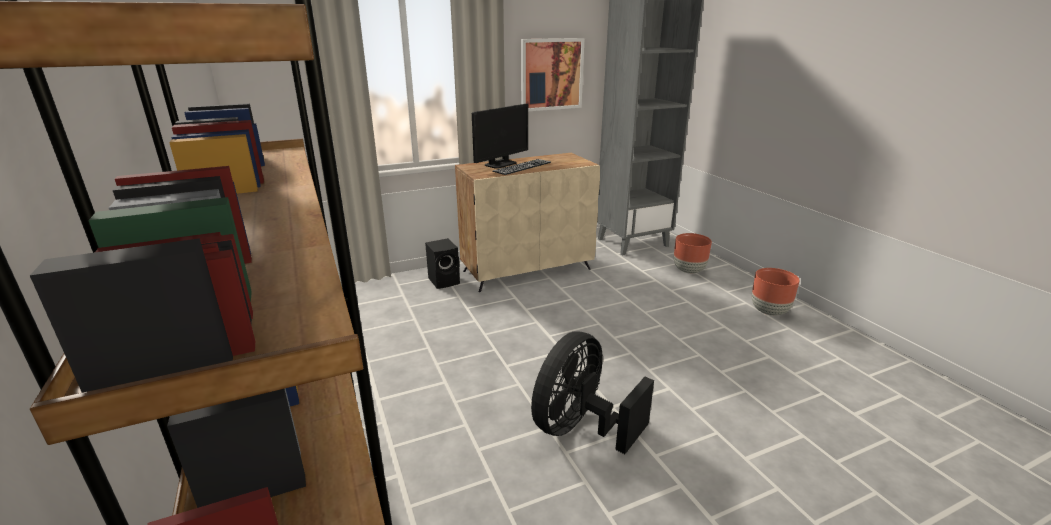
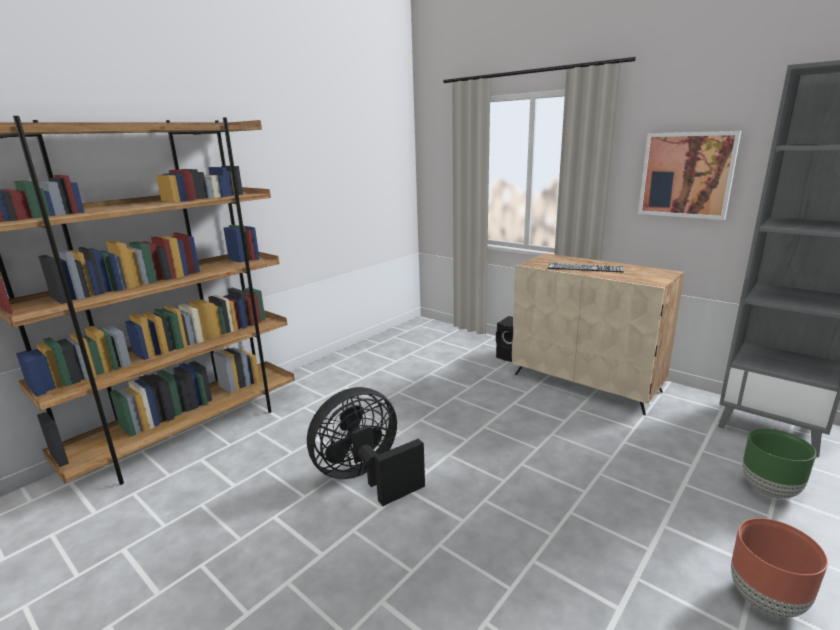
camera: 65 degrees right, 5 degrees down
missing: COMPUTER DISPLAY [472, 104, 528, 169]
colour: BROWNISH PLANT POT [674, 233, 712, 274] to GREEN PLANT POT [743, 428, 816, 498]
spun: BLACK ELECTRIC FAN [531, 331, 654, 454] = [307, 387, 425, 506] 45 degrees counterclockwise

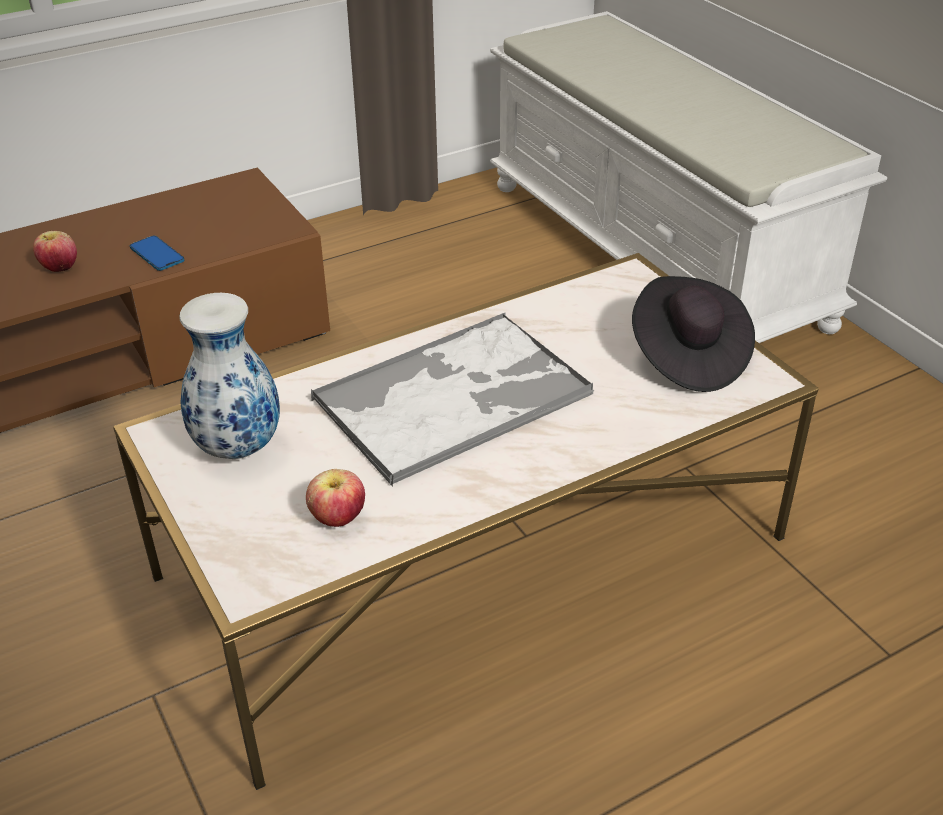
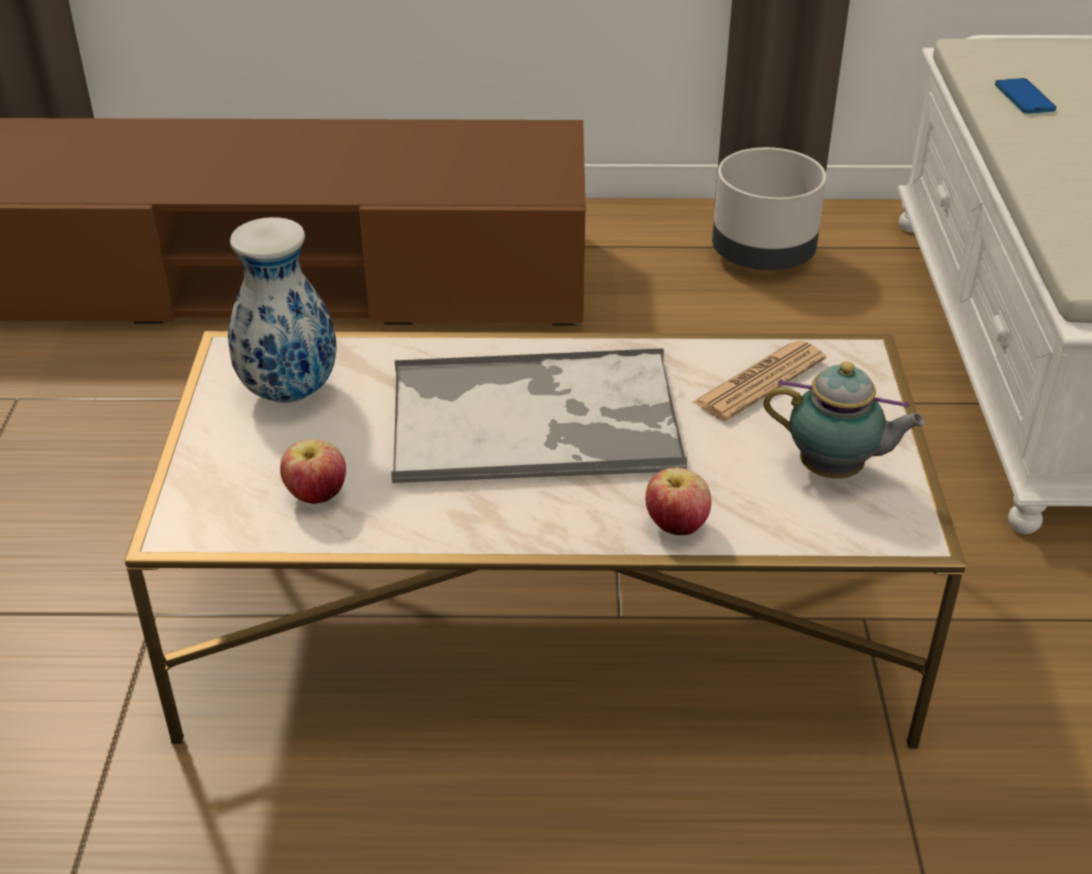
camera: 30 degrees right, 0 degrees up
appeared: GREYISH PLANT POT [712, 147, 827, 270]; NEWSPAPER [693, 340, 826, 421]
relocated: APPLE FRUIT [33, 231, 77, 272] to [645, 467, 711, 535]; HANDSET [130, 236, 184, 271] to [995, 78, 1056, 114]
exchanged: BLACK CLOTHING HAT [632, 276, 755, 392] to TEAPOT [763, 362, 925, 478]

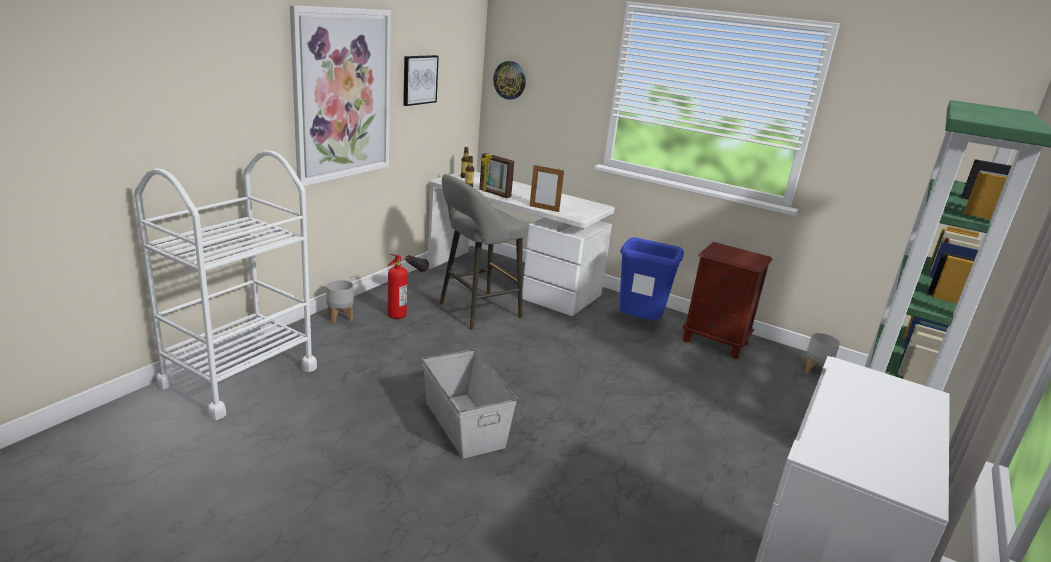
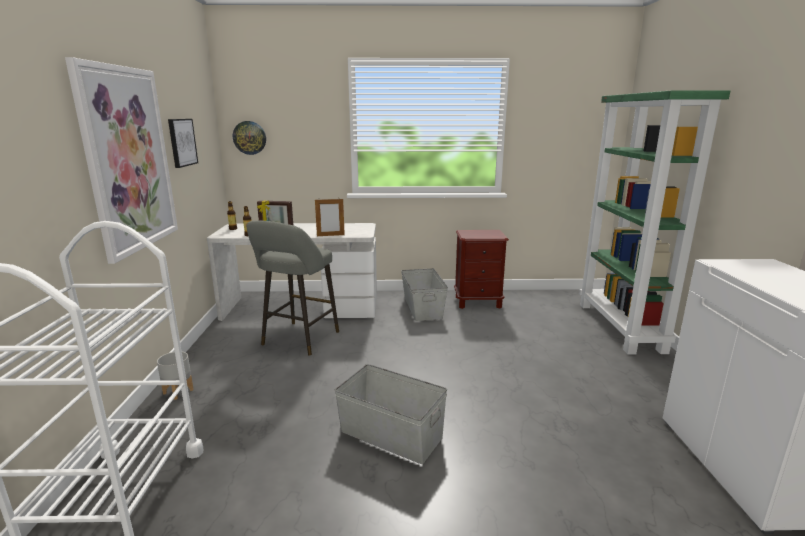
camera: 30 degrees left, 5 degrees down
missing: FIRE EXTINGUISHER [388, 254, 429, 319]; GREYISH PLANT POT [805, 333, 840, 373]
exchanged: BLUE WASTE BIN [619, 237, 684, 321] to GREYISH STORAGE BOX [401, 268, 448, 321]

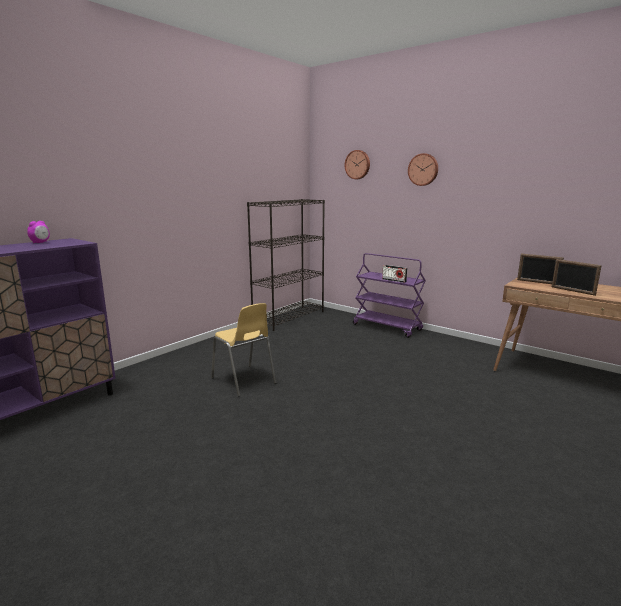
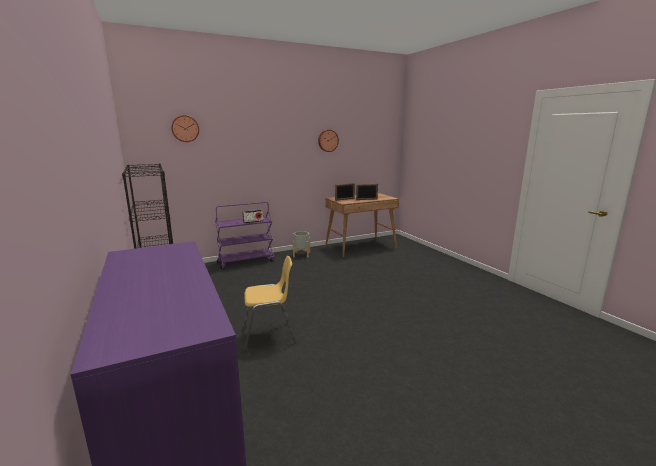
camera: 65 degrees left, 0 degrees up
missing: TABLE CLOCK [27, 221, 50, 243]
appeared: GREYISH PLANT POT [293, 231, 310, 258]
relocated: CLOCK ON THE WALL [408, 153, 438, 186] to [318, 130, 339, 152]

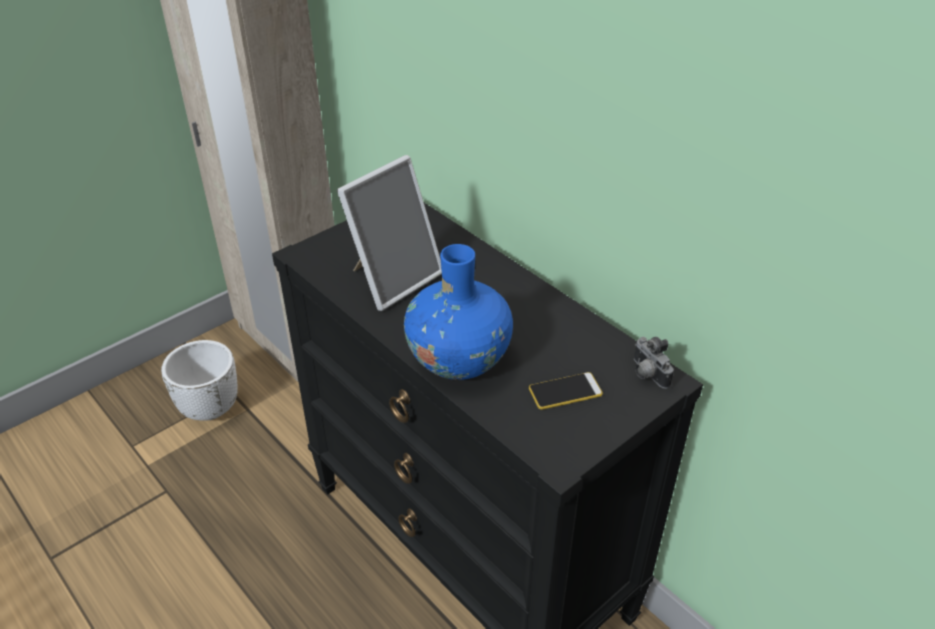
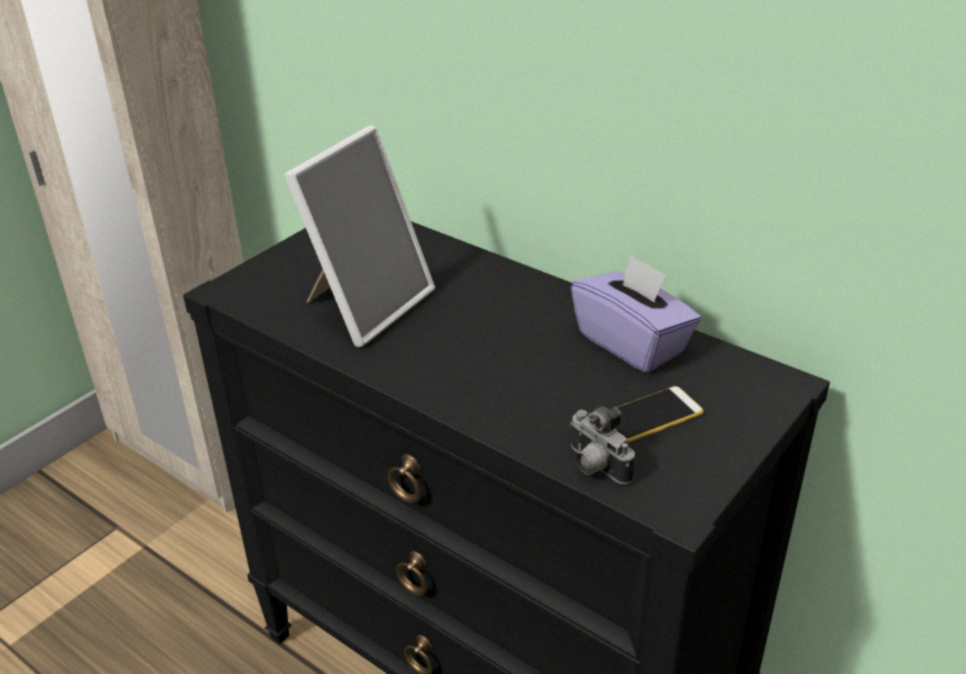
camera: 10 degrees left, 5 degrees down
missing: BLUE FLOWER VASE [404, 244, 513, 380]; WHITISH PLANT POT [161, 340, 238, 421]
appeared: PURPLE-COLOURED TISSUE BOX [571, 254, 701, 373]
relocated: STILL CAMERA [634, 337, 674, 389] to [570, 406, 635, 485]

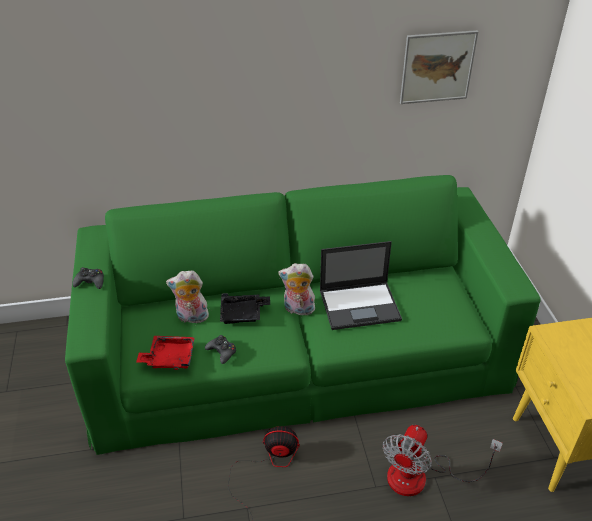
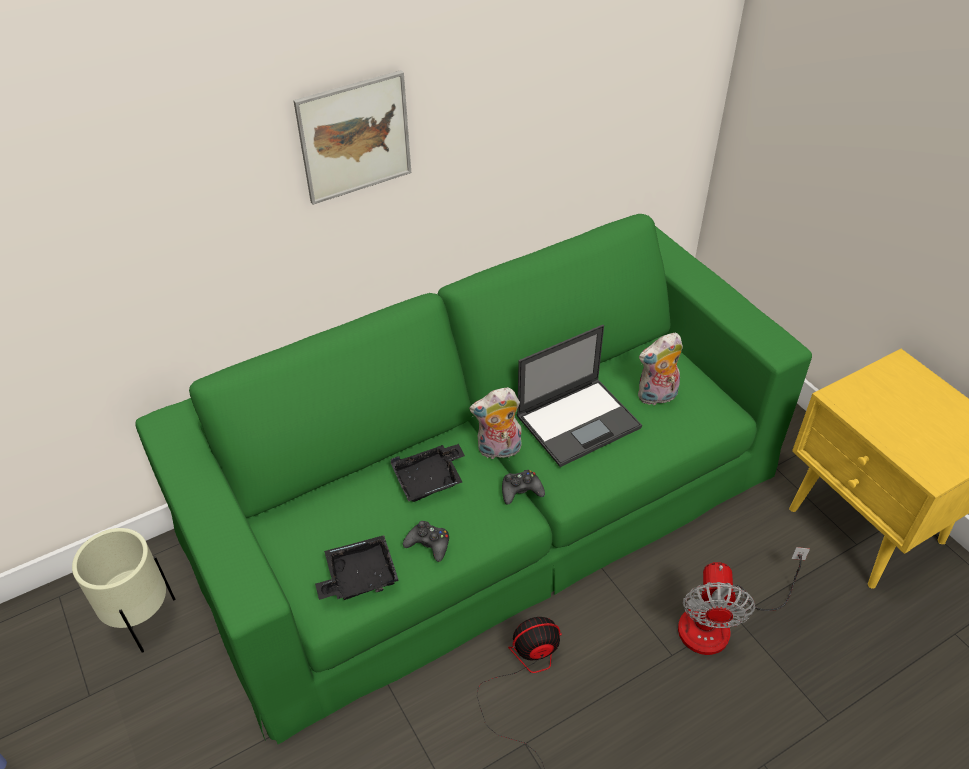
camera: 20 degrees left, 5 degrees up
appeared: BEIGE-COLOURED PLANT POT [72, 528, 176, 653]
relocated: PICTURE [400, 30, 478, 104] to [293, 70, 411, 205]; BLACK GAME CONTROLLER [72, 267, 104, 289] to [502, 470, 545, 504]; PLUSH TOY [166, 270, 209, 323] to [638, 333, 683, 405]
colour: REDDISH CARRYING TRAY [136, 336, 195, 370] to BLACK CARRYING TRAY [315, 535, 399, 600]

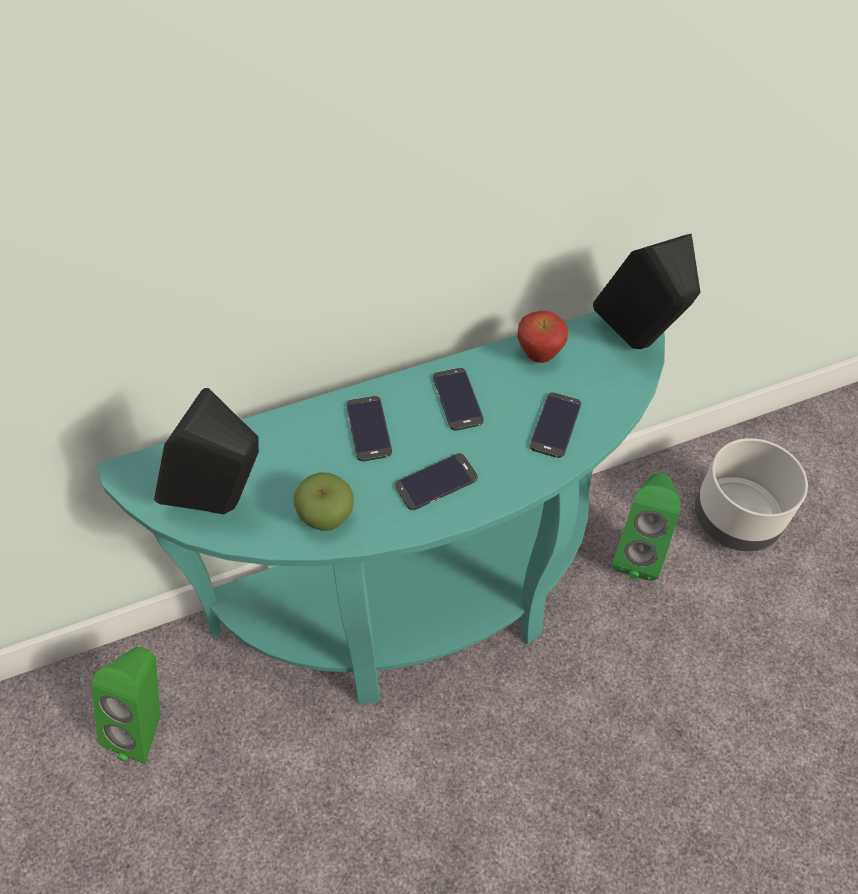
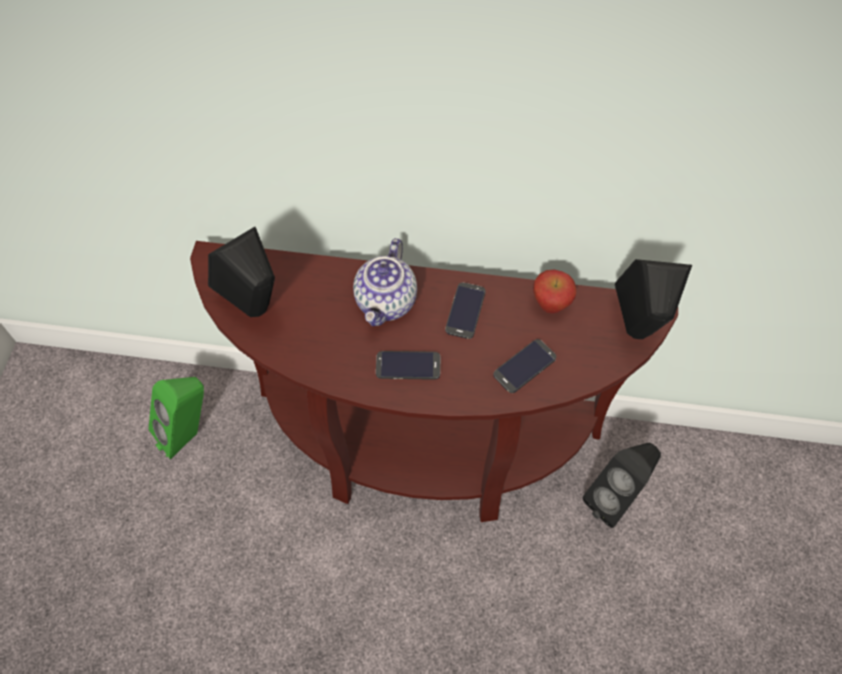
camera: 30 degrees right, 5 degrees up
missing: GREYISH PLANT POT [695, 438, 808, 551]; APPLE FRUIT [294, 473, 354, 531]
exchanged: HANDSET [347, 396, 392, 461] to TEAPOT [353, 238, 417, 326]
colour: TURQUOISE CONSOLE TABLE [97, 312, 665, 704] to BROWNISH CONSOLE TABLE [190, 241, 678, 522]; GREEN SPEAKER [612, 473, 681, 580] to BLACK SPEAKER [583, 442, 661, 528]

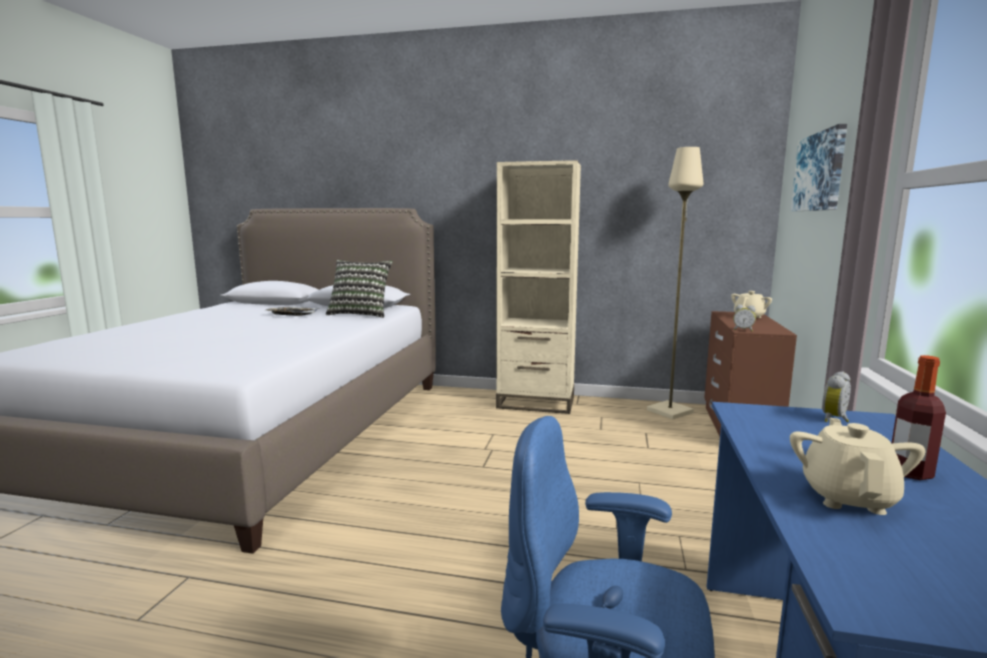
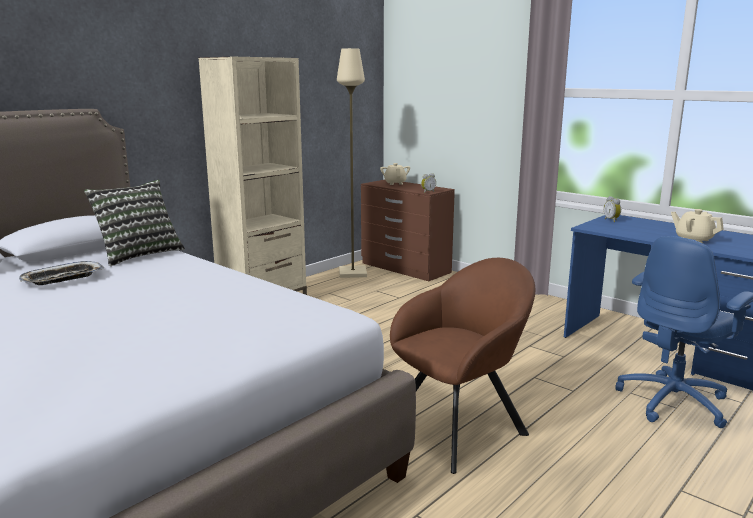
camera: 60 degrees left, 5 degrees up
missing: PICTURE [791, 124, 847, 211]; BEVERAGE BOTTLE [891, 355, 946, 480]
appeared: BROWNISH LOUNGE CHAIR [390, 258, 536, 474]

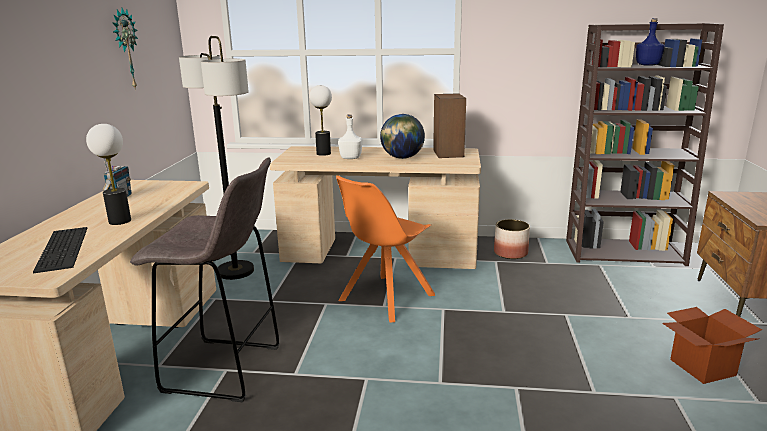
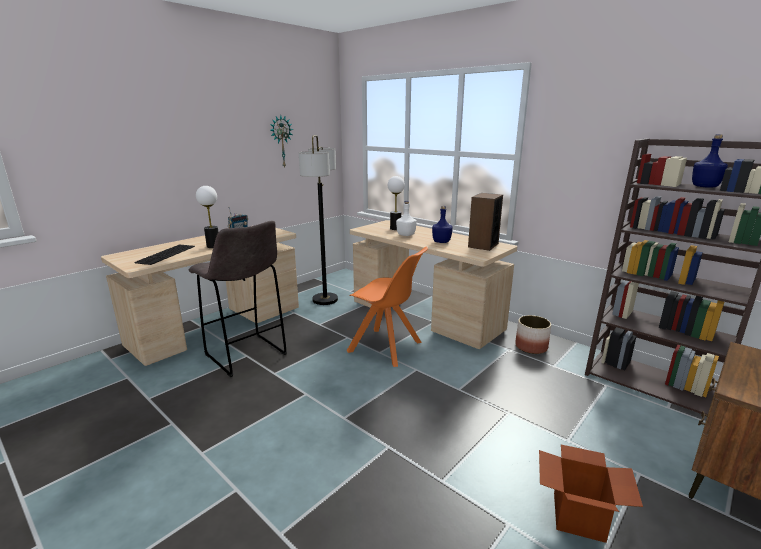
camera: 35 degrees right, 0 degrees up
exchanged: DESK GLOBE [380, 114, 425, 159] to BLUE BEVERAGE BOTTLE [432, 206, 453, 243]
spun: ORANGEY PLAIN CHAIR [336, 175, 435, 323] = [347, 247, 428, 367] 135 degrees counterclockwise

